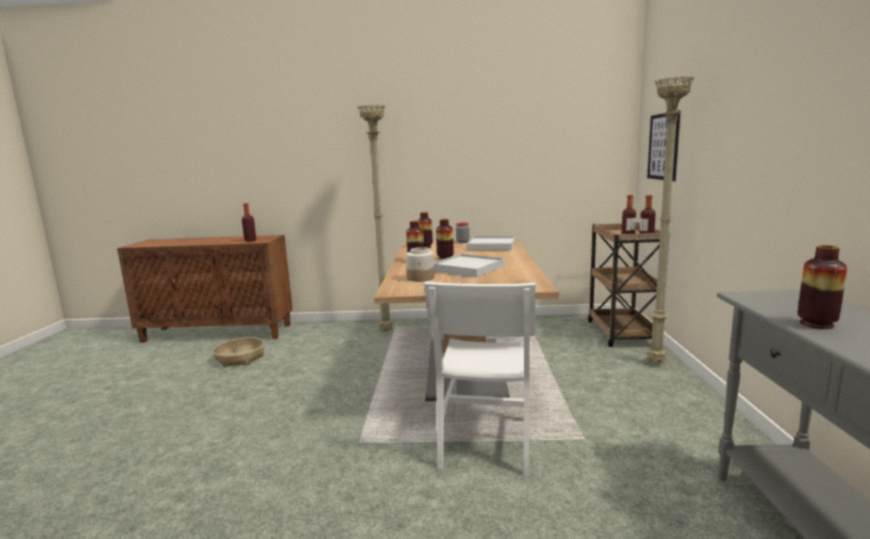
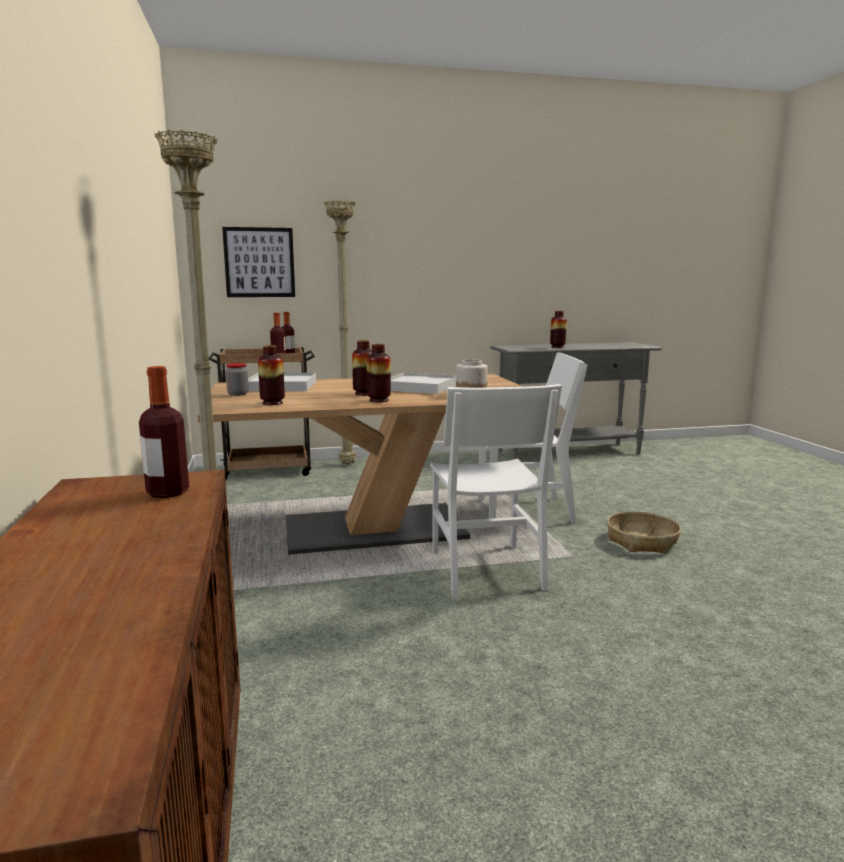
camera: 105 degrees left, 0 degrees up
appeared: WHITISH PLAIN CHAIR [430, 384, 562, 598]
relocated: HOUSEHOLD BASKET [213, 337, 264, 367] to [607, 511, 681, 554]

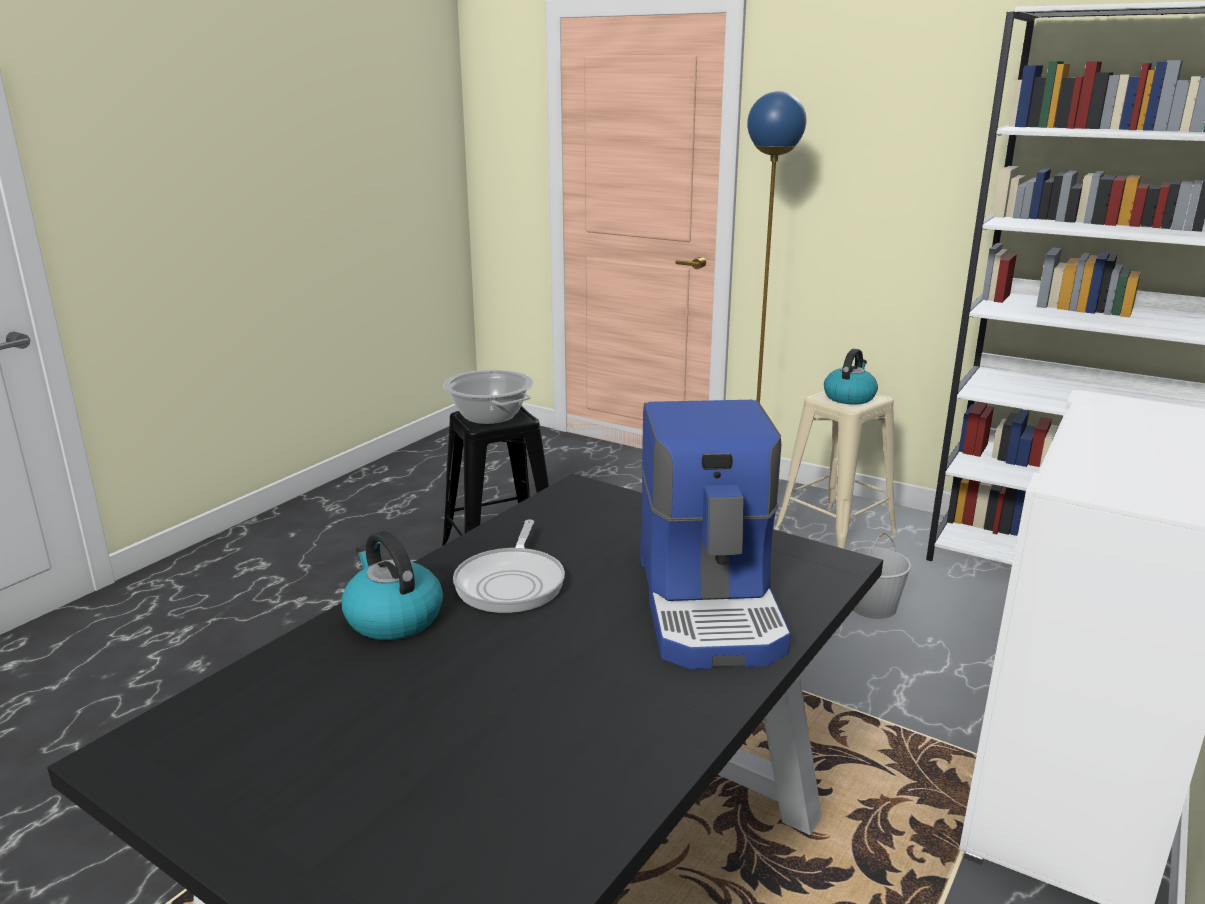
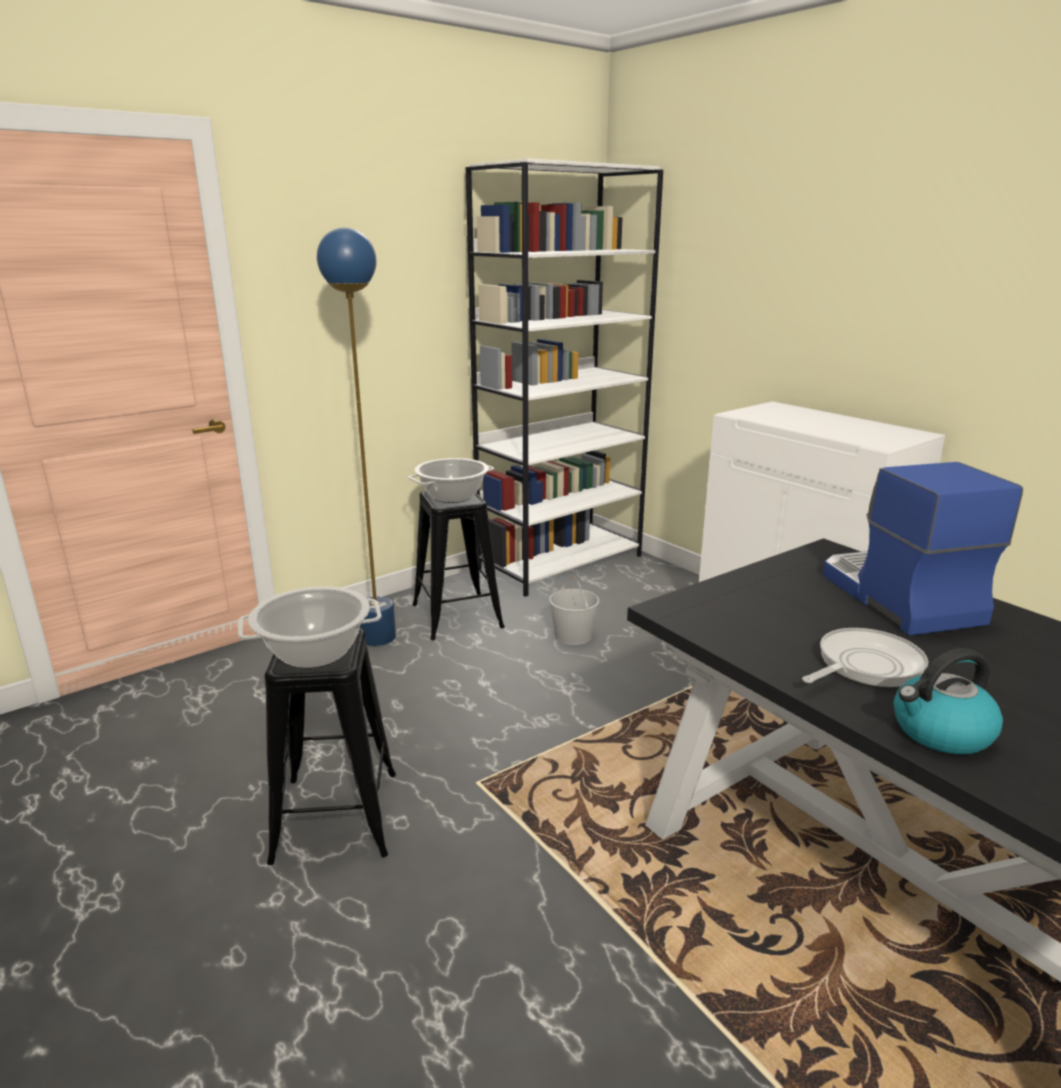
camera: 70 degrees left, 0 degrees up
exchanged: KETTLE [824, 349, 878, 405] to COOKING POT [408, 458, 494, 503]
colour: BEIGE-COLOURED STOOL [774, 391, 897, 549] to BLACK STOOL [412, 491, 505, 640]
spun: COFFEE BREWER [640, 400, 791, 669] = [823, 462, 1023, 636] 120 degrees counterclockwise; SKILLET [453, 519, 565, 613] = [802, 628, 928, 687] 60 degrees counterclockwise

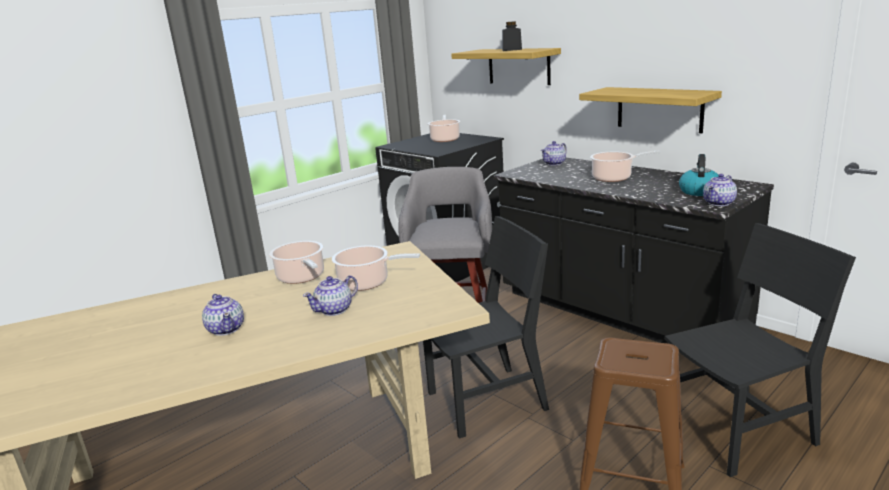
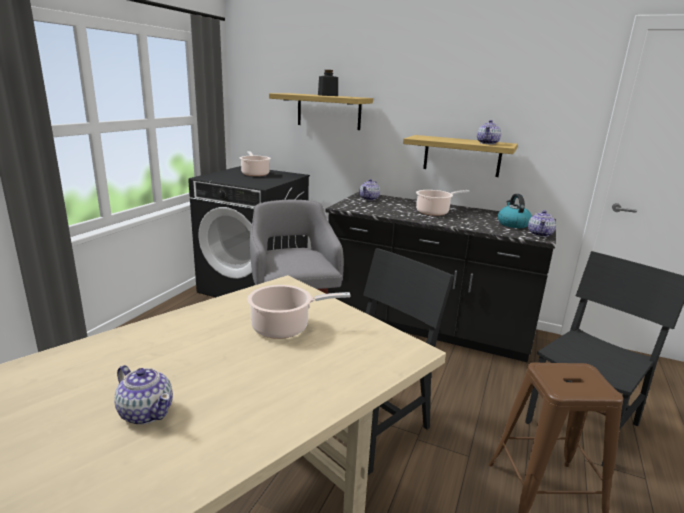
camera: 25 degrees left, 0 degrees up
missing: COOKING POT [269, 241, 324, 284]
relocated: TEAPOT [303, 275, 358, 316] to [477, 120, 501, 144]

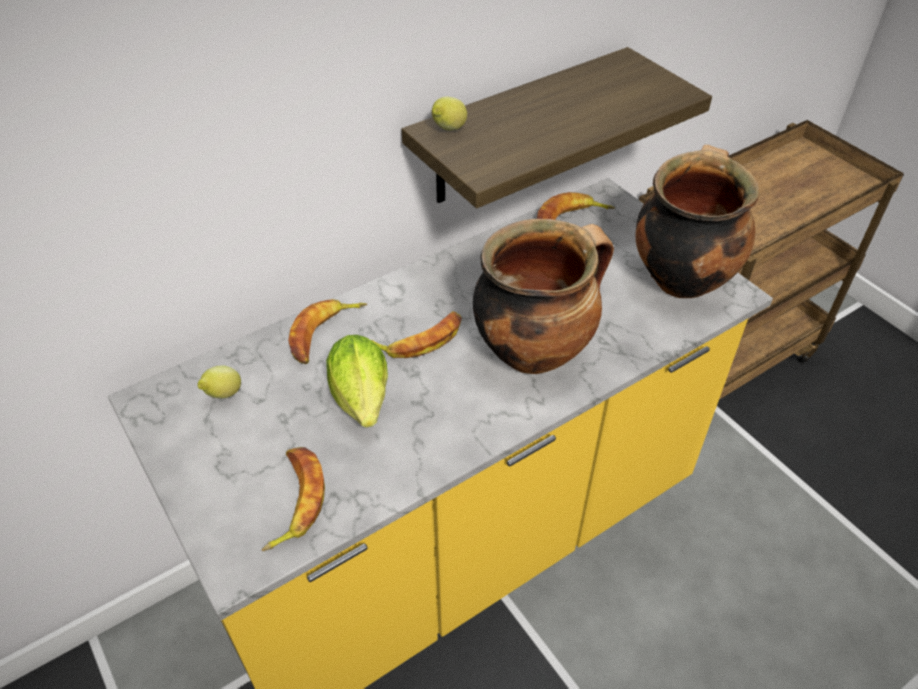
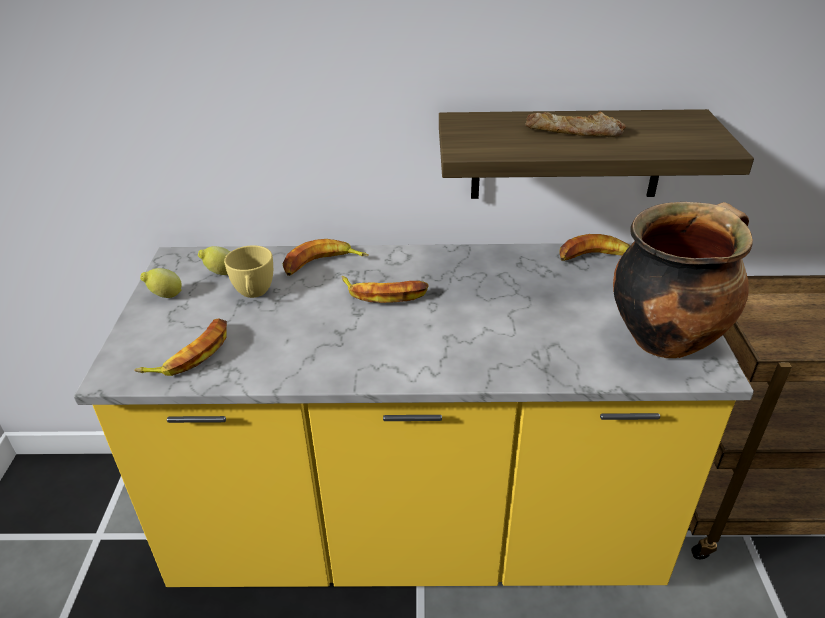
camera: 35 degrees right, 10 degrees down
missing: COOKING POT [473, 219, 614, 374]; LETTUCE HEAD [326, 335, 388, 428]
appeared: BAKED BREAD [526, 111, 626, 137]; YELLOWISH SMALL CUP [224, 245, 273, 298]
relocated: CITRUS FRUIT [432, 97, 467, 131] to [140, 268, 182, 298]

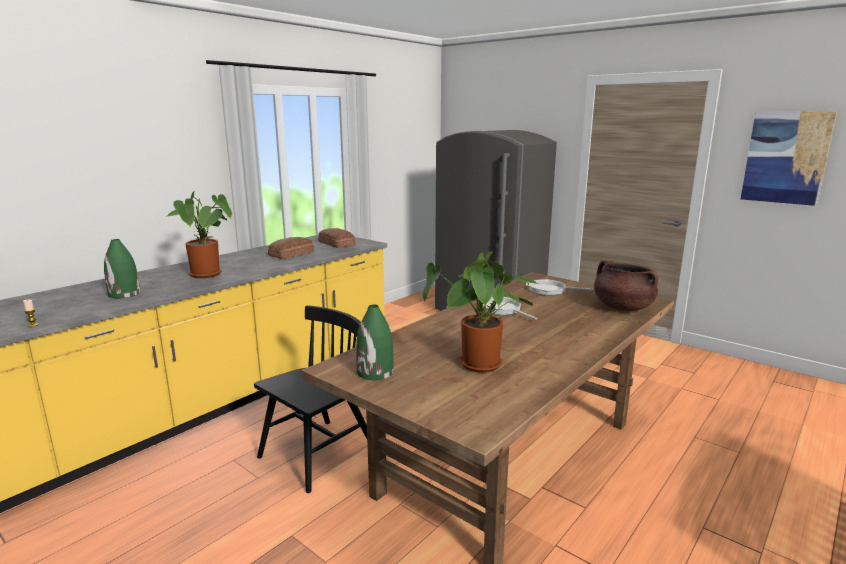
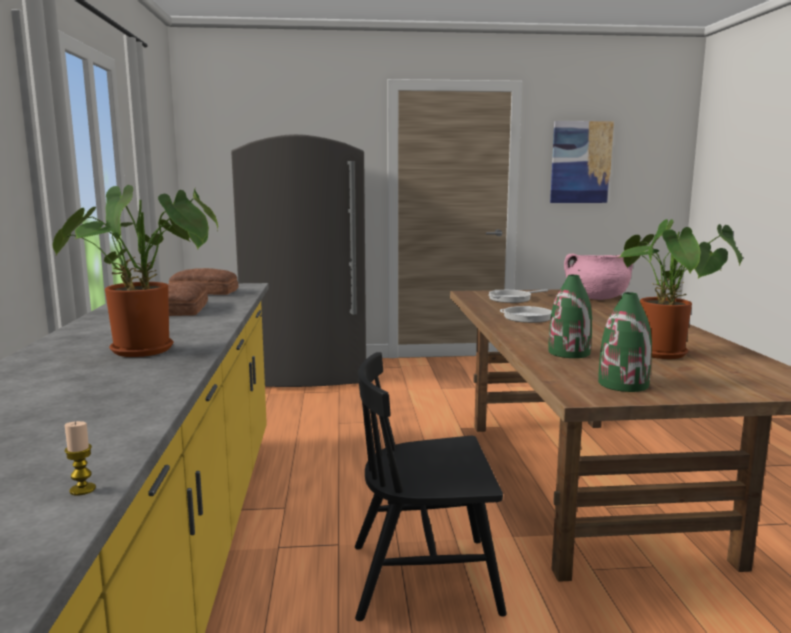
camera: 45 degrees left, 5 degrees down
relocated: GREEN FLOWER VASE [104, 239, 140, 298] to [548, 275, 592, 358]
colour: BROWNISH COOKING POT [594, 260, 658, 311] to PINK COOKING POT [564, 254, 633, 300]
spun: BLACK PLAIN CHAIR [254, 305, 367, 493] = [355, 352, 507, 621] 90 degrees counterclockwise

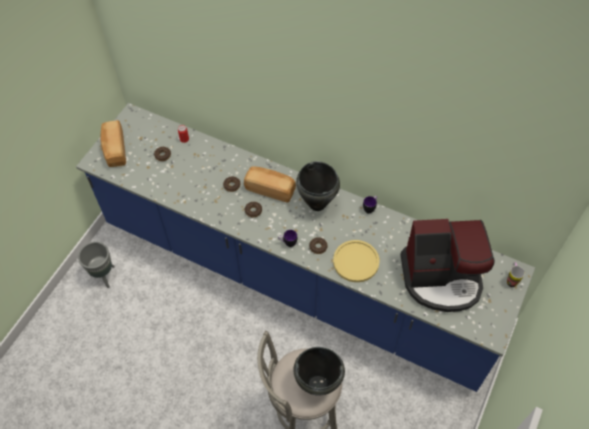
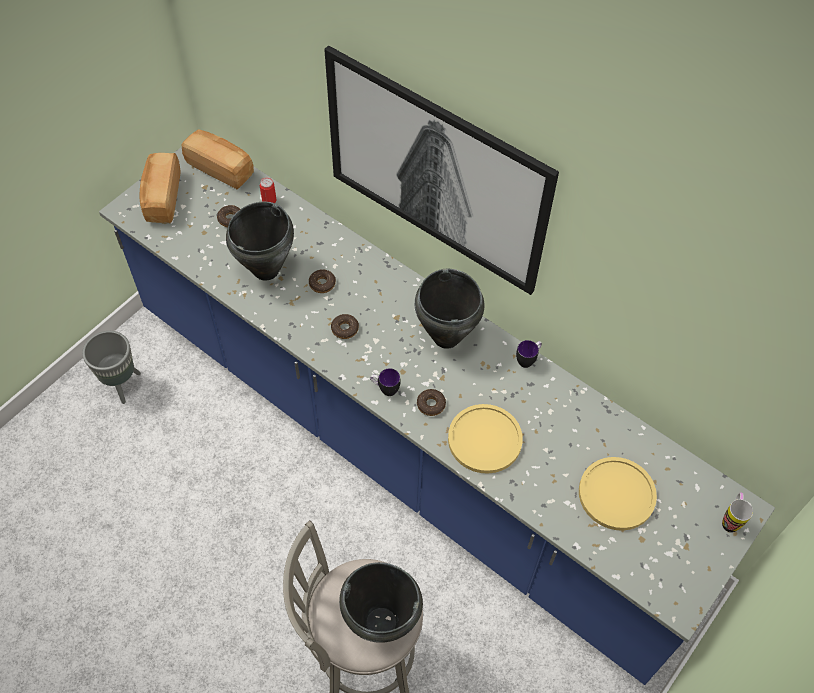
camera: 10 degrees right, 0 degrees up
appeared: PICTURE [324, 45, 559, 295]; BLACK COOKING POT [226, 202, 294, 281]
relocated: BAKED BREAD [244, 166, 296, 203] to [181, 129, 254, 189]
exchanged: COFFEE BREWER [400, 219, 495, 312] to YELLOWISH DINNER PLATE [579, 457, 657, 531]

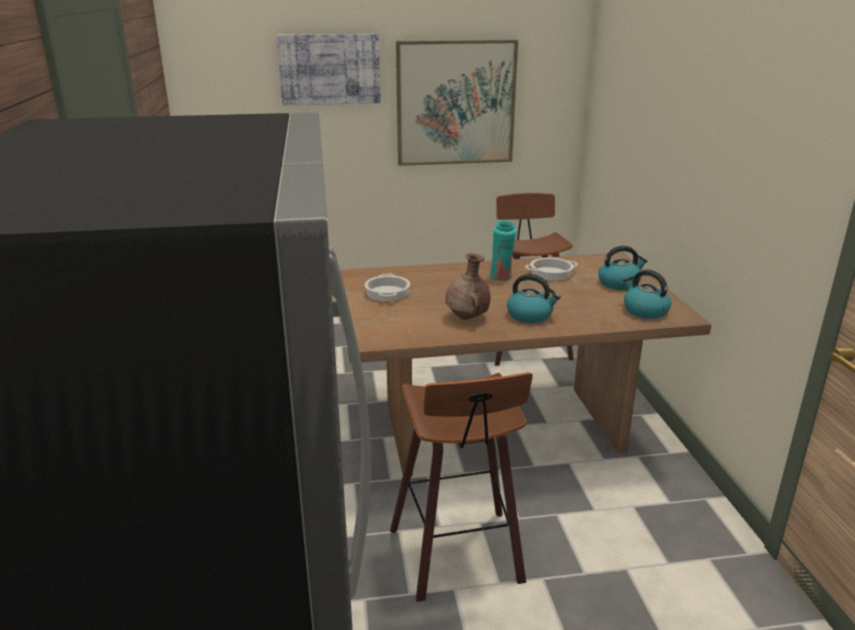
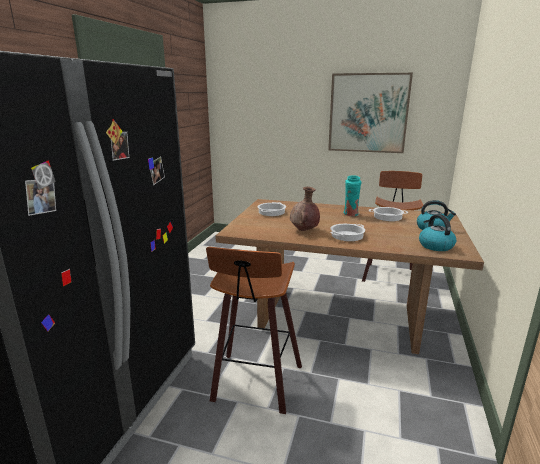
camera: 25 degrees right, 5 degrees down
missing: PICTURE [276, 34, 381, 105]
exchanged: KETTLE [507, 274, 561, 323] to COOKING POT [330, 224, 365, 241]

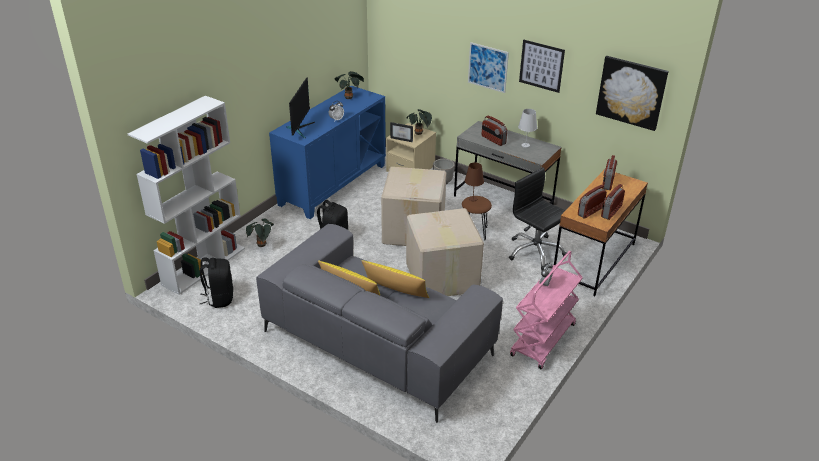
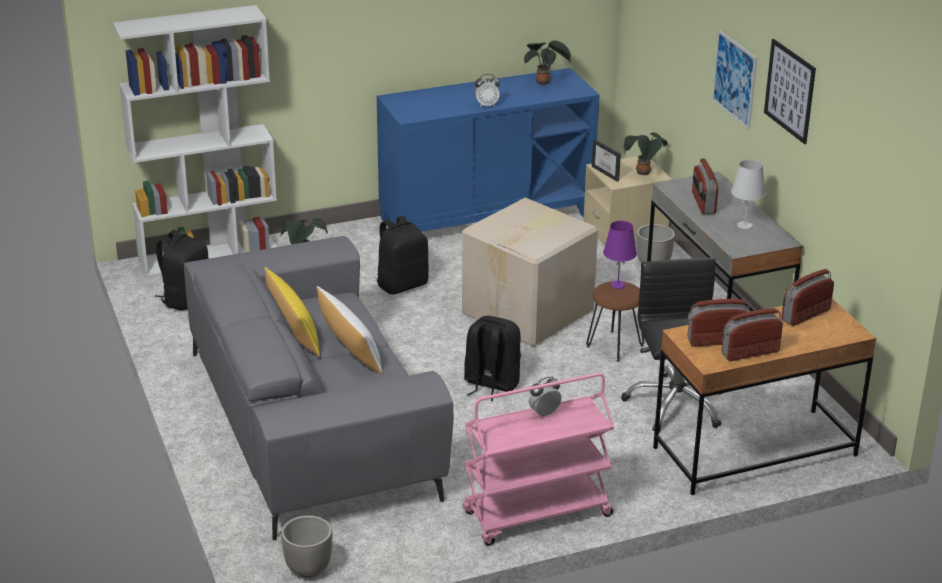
camera: 35 degrees right, 5 degrees down
missing: PICTURE [596, 56, 668, 131]; COMPUTER DISPLAY [287, 77, 315, 138]
appeared: PLANT POT [281, 515, 332, 578]
exchanged: CARDBOARD BOX [406, 208, 484, 296] to BLACK RUCKSACK [464, 316, 521, 401]
colour: BROWNISH TABLE LAMP [465, 162, 484, 201] to PURPLE-COLOURED TABLE LAMP [603, 221, 637, 289]; YELLOWISH THROW PILLOW [361, 260, 429, 298] to WHITISH THROW PILLOW [317, 286, 383, 375]

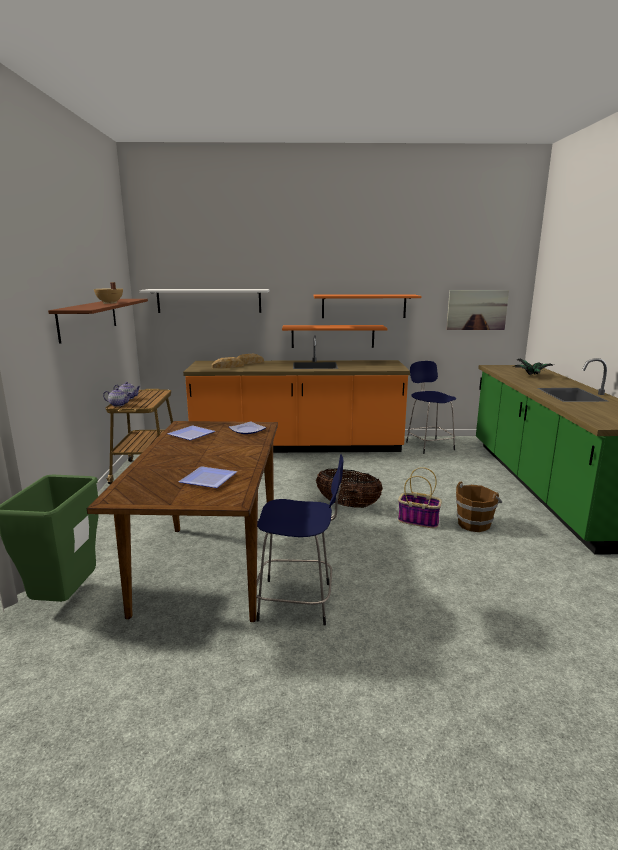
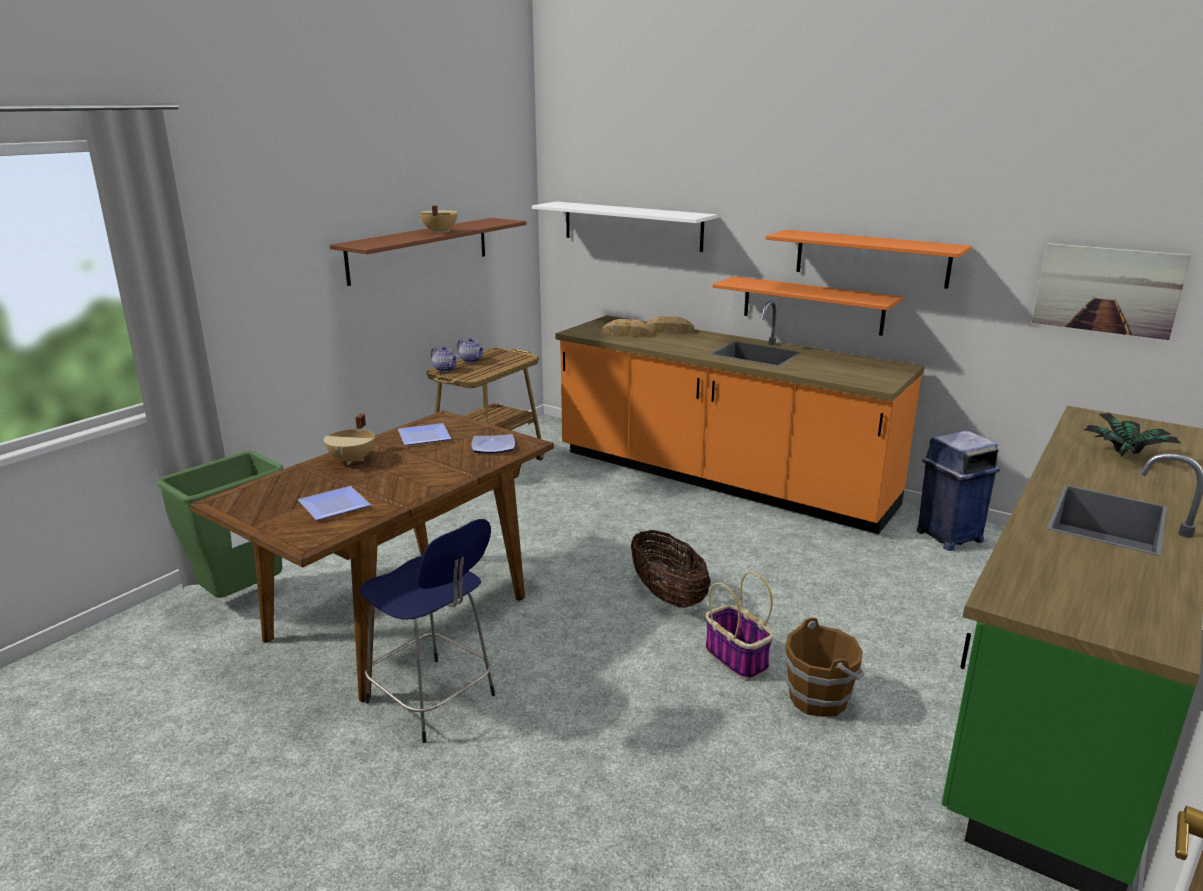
camera: 35 degrees right, 5 degrees up
appeared: BEIGE-COLOURED COOKING POT [324, 414, 375, 465]
exchanged: BLUE STOOL [406, 361, 456, 454] to BLUE WASTE BIN [917, 430, 1000, 551]

